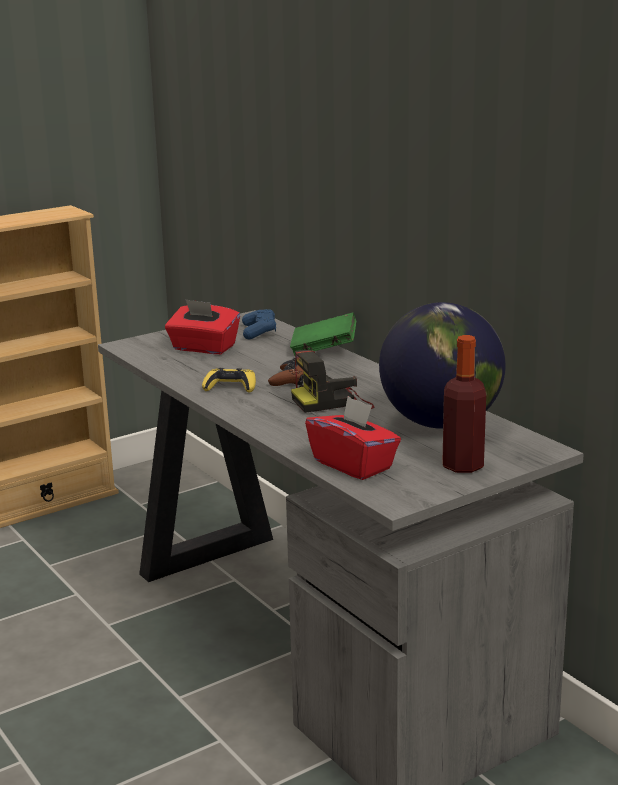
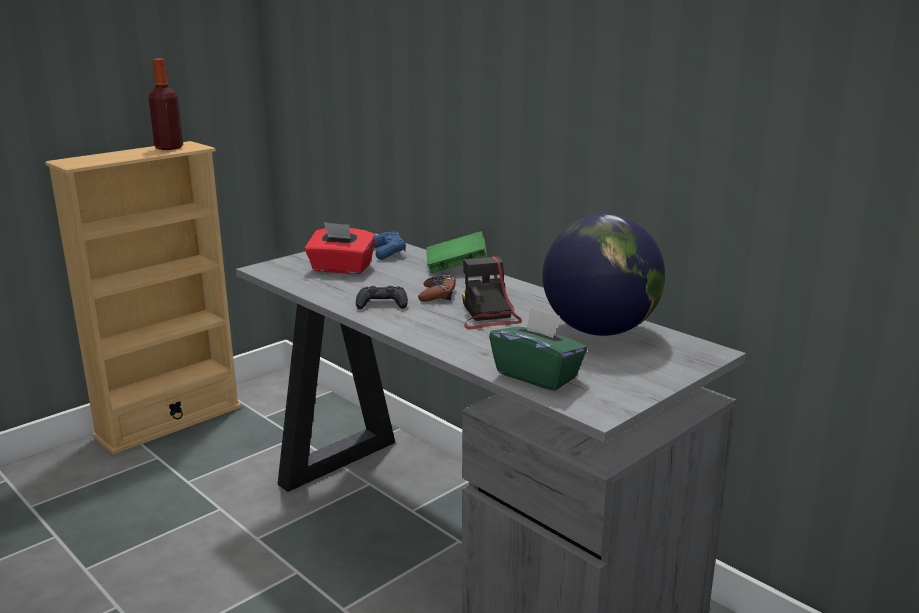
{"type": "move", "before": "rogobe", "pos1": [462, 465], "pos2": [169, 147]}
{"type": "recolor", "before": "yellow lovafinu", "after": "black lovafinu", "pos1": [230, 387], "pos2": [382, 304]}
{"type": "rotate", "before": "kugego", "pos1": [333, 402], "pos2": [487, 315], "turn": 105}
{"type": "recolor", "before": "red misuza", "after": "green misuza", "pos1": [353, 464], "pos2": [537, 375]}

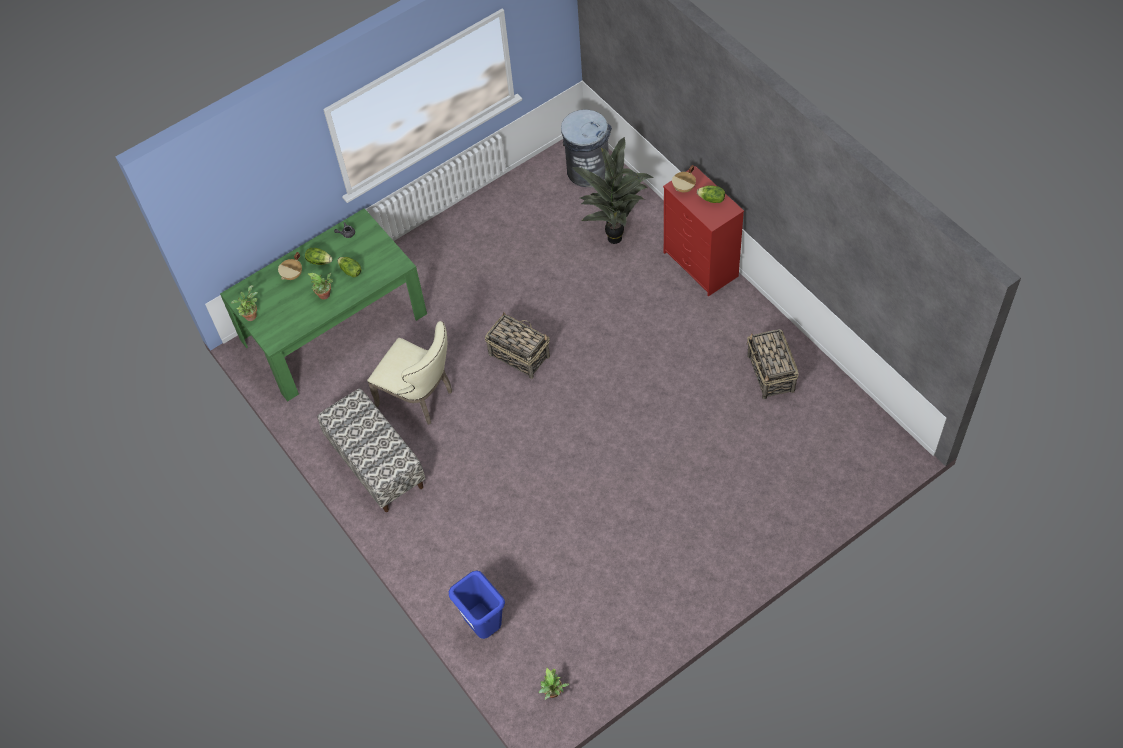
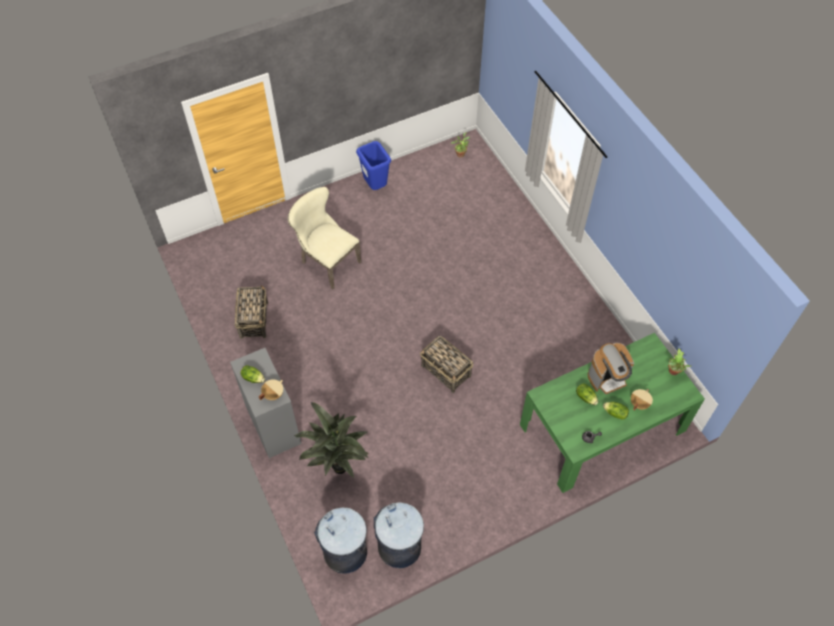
{"type": "recolor", "before": "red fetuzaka", "after": "grey fetuzaka", "pos1": [701, 265], "pos2": [273, 424]}
{"type": "move", "before": "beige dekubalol", "pos1": [420, 398], "pos2": [327, 262]}
{"type": "move", "before": "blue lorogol", "pos1": [483, 625], "pos2": [375, 186]}
{"type": "insert", "after": "grey lorogol", "pos2": [399, 547]}
{"type": "replace", "before": "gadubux", "after": "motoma", "pos1": [325, 295], "pos2": [608, 378]}
{"type": "delete", "before": "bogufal", "pos1": [376, 464]}

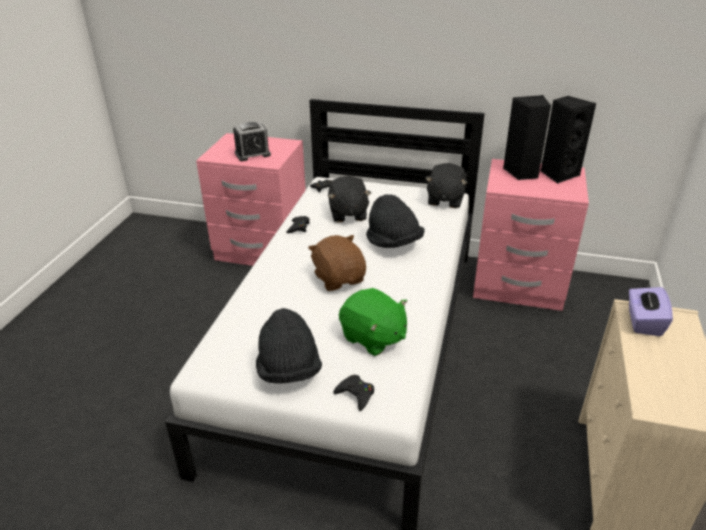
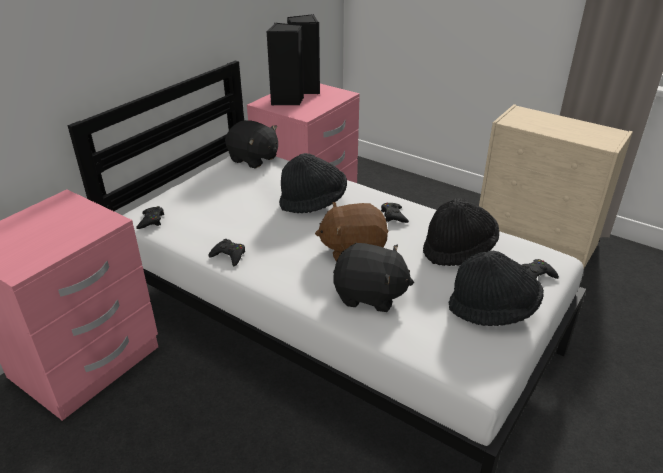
{"type": "move", "before": "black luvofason", "pos1": [348, 214], "pos2": [369, 295]}
{"type": "insert", "after": "black lovafinu", "pos2": [393, 216]}
{"type": "replace", "before": "green luvofason", "after": "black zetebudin", "pos1": [373, 338], "pos2": [458, 250]}
{"type": "delete", "before": "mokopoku", "pos1": [252, 154]}
{"type": "delete", "before": "purple misuza", "pos1": [643, 322]}

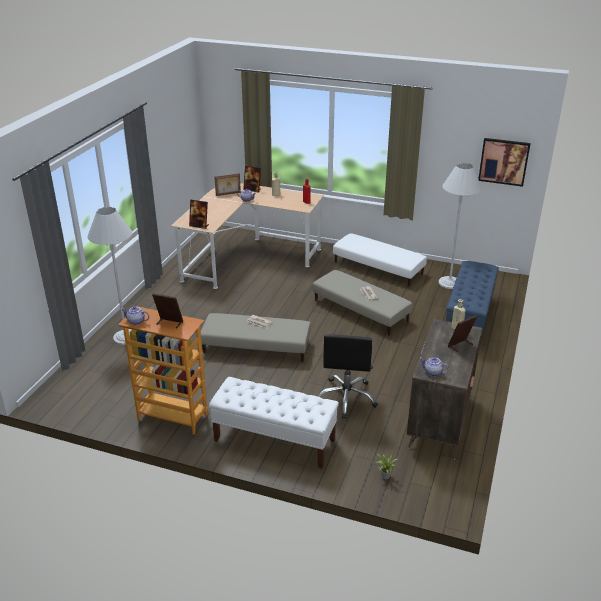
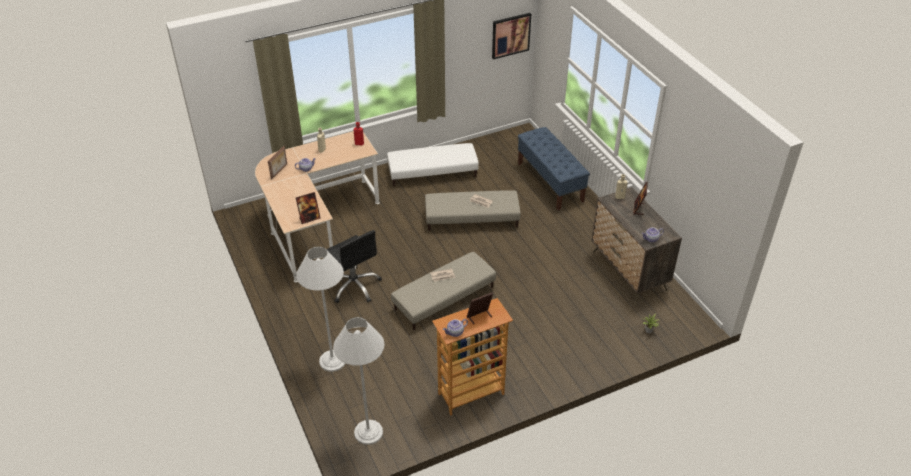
{"type": "move", "before": "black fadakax", "pos1": [346, 398], "pos2": [354, 286]}
{"type": "move", "before": "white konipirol", "pos1": [449, 283], "pos2": [368, 432]}
{"type": "delete", "before": "white bogufal", "pos1": [274, 440]}
{"type": "delete", "before": "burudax", "pos1": [252, 190]}

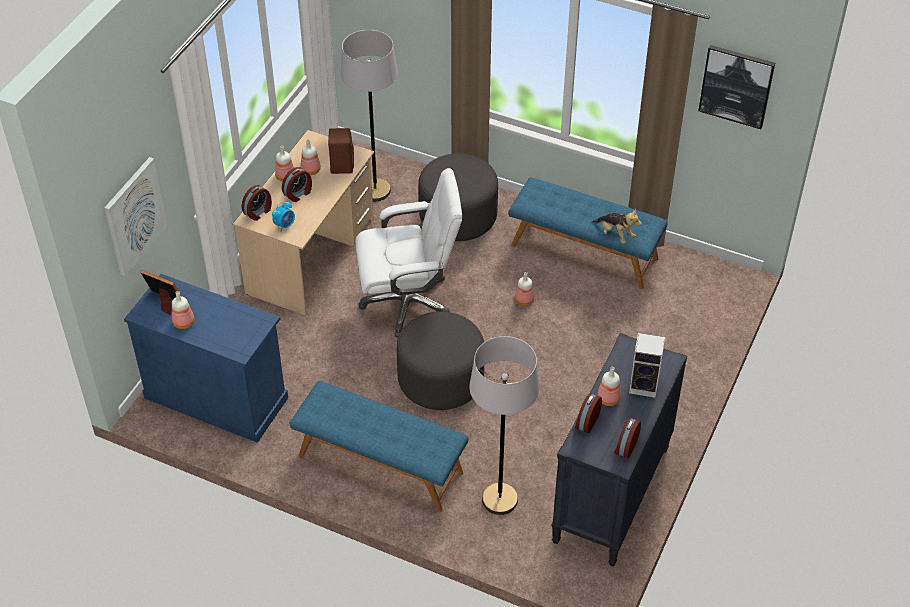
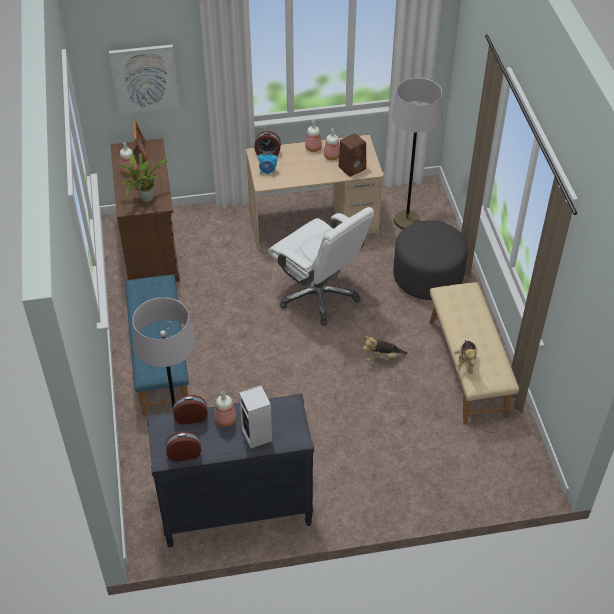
{"type": "recolor", "before": "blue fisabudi", "after": "brown fisabudi", "pos1": [216, 397], "pos2": [151, 247]}
{"type": "insert", "after": "gadubux", "pos2": [145, 199]}
{"type": "replace", "before": "rogobe", "after": "luvofason", "pos1": [524, 300], "pos2": [382, 357]}
{"type": "recolor", "before": "blue bogufal", "after": "beige bogufal", "pos1": [585, 251], "pos2": [468, 367]}
{"type": "delete", "before": "mokopoku", "pos1": [298, 194]}
{"type": "delete", "before": "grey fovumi", "pos1": [441, 379]}
{"type": "delete", "before": "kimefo", "pos1": [736, 86]}

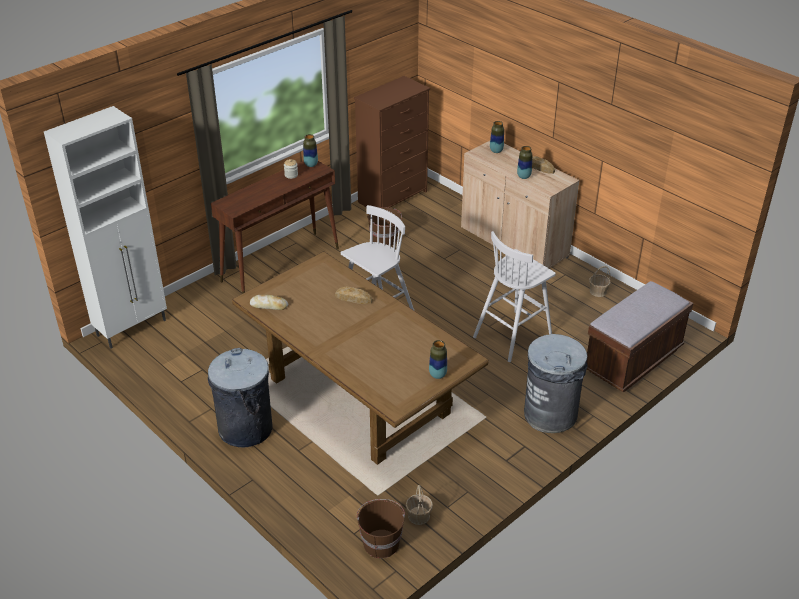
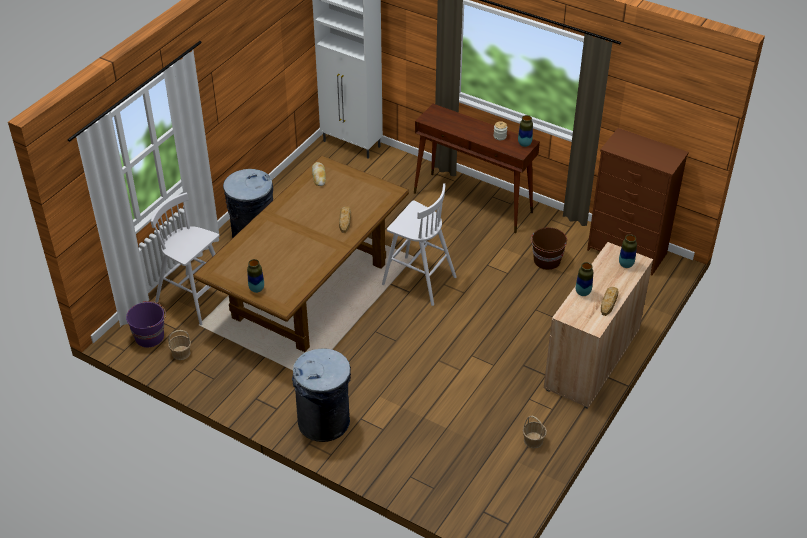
{"type": "recolor", "before": "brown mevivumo", "after": "purple mevivumo", "pos1": [381, 542], "pos2": [150, 336]}
{"type": "move", "before": "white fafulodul", "pos1": [513, 335], "pos2": [195, 299]}
{"type": "delete", "before": "brown bogufal", "pos1": [633, 360]}

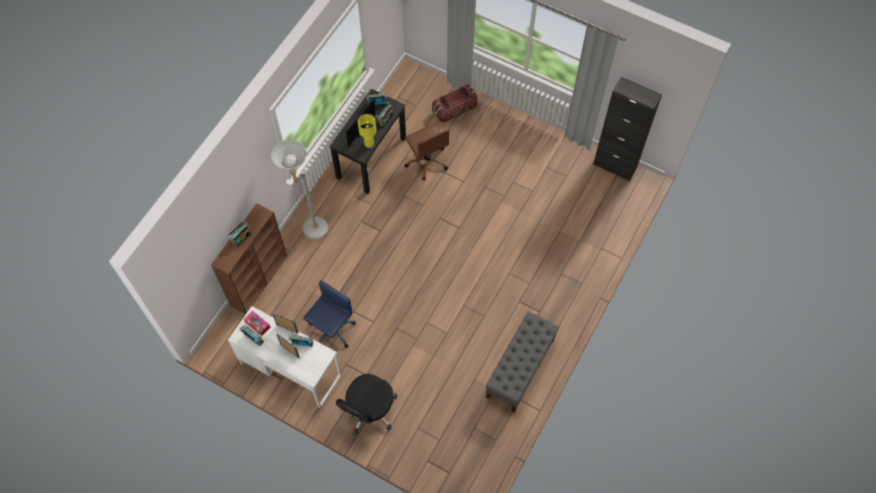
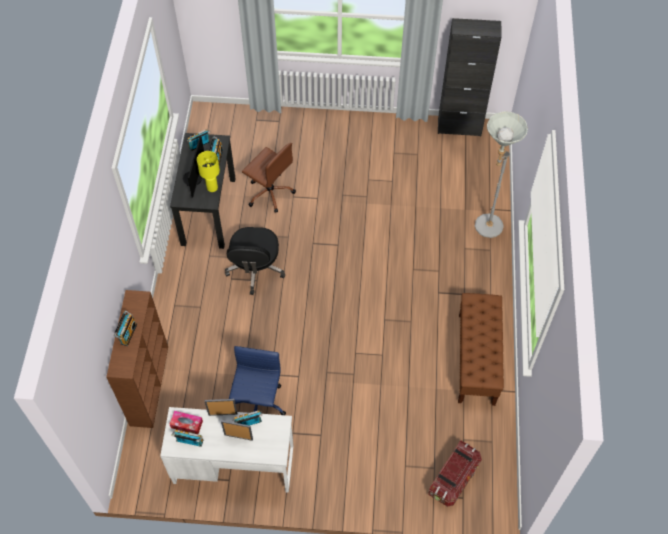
{"type": "move", "before": "black fadakax", "pos1": [369, 410], "pos2": [255, 269]}
{"type": "move", "before": "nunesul", "pos1": [455, 109], "pos2": [454, 478]}
{"type": "recolor", "before": "grey bogufal", "after": "brown bogufal", "pos1": [520, 369], "pos2": [476, 359]}
{"type": "move", "before": "grey konipirol", "pos1": [310, 229], "pos2": [484, 229]}

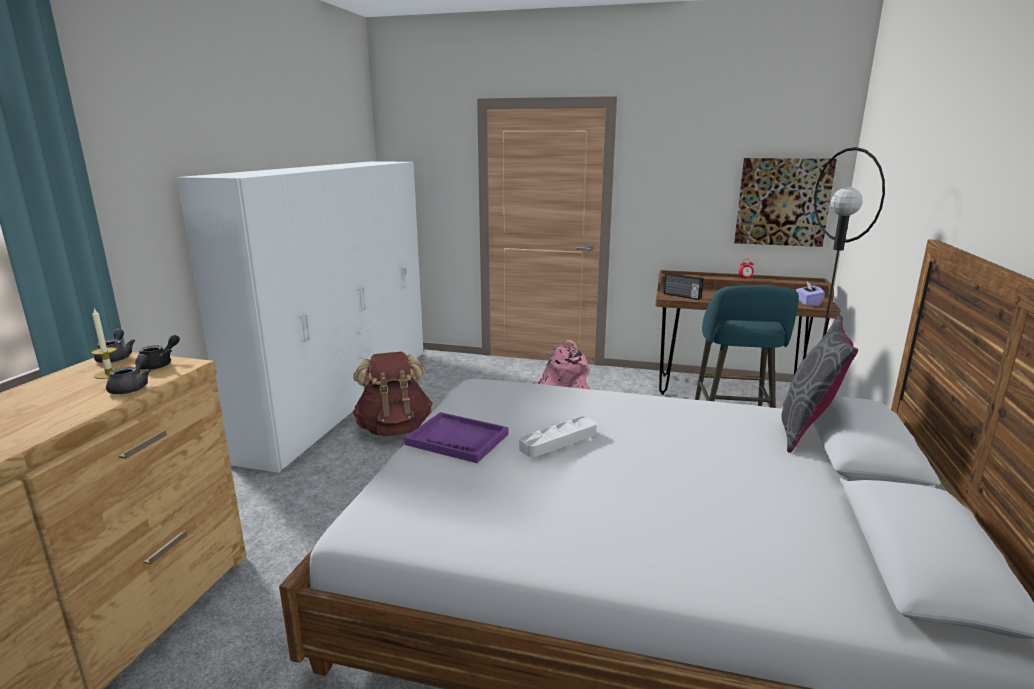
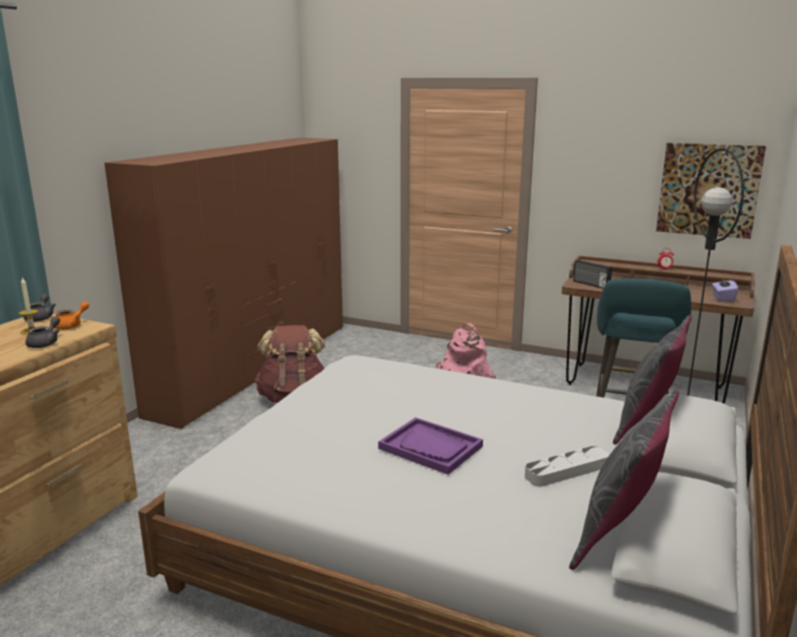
{"type": "recolor", "before": "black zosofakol", "after": "orange zosofakol", "pos1": [160, 364], "pos2": [72, 325]}
{"type": "recolor", "before": "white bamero", "after": "brown bamero", "pos1": [345, 398], "pos2": [256, 366]}
{"type": "move", "before": "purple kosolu", "pos1": [457, 439], "pos2": [431, 447]}
{"type": "move", "before": "grey kosolu", "pos1": [558, 441], "pos2": [567, 470]}
{"type": "insert", "after": "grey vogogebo", "pos2": [618, 537]}

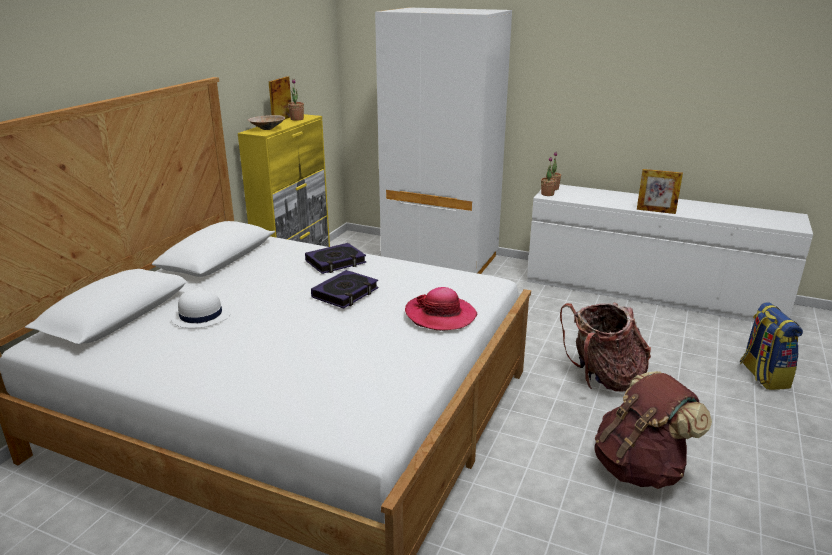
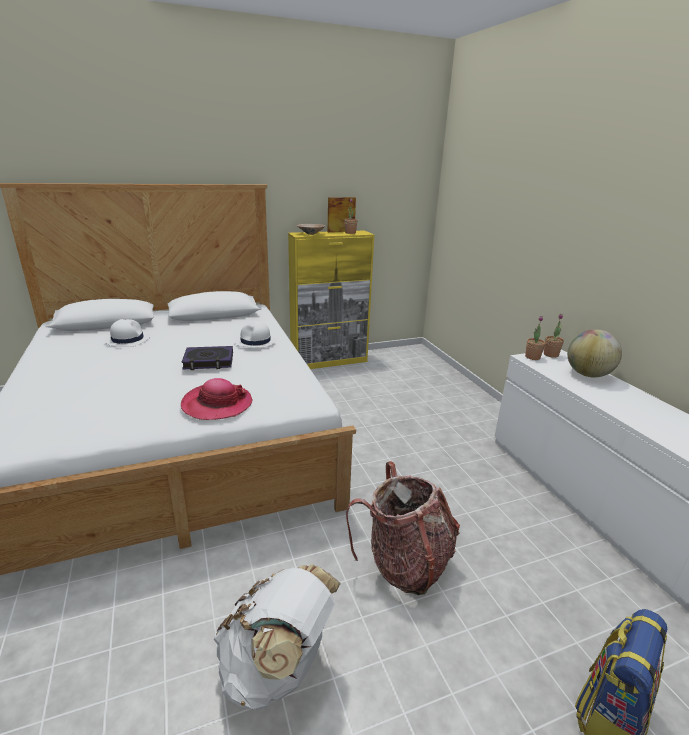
{"type": "recolor", "before": "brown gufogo", "after": "white gufogo", "pos1": [640, 468], "pos2": [277, 667]}
{"type": "replace", "before": "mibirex", "after": "white zetebudin", "pos1": [336, 262], "pos2": [255, 341]}
{"type": "insert", "after": "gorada", "pos2": [587, 374]}
{"type": "delete", "before": "white bamero", "pos1": [440, 261]}
{"type": "delete", "before": "burudax", "pos1": [656, 211]}

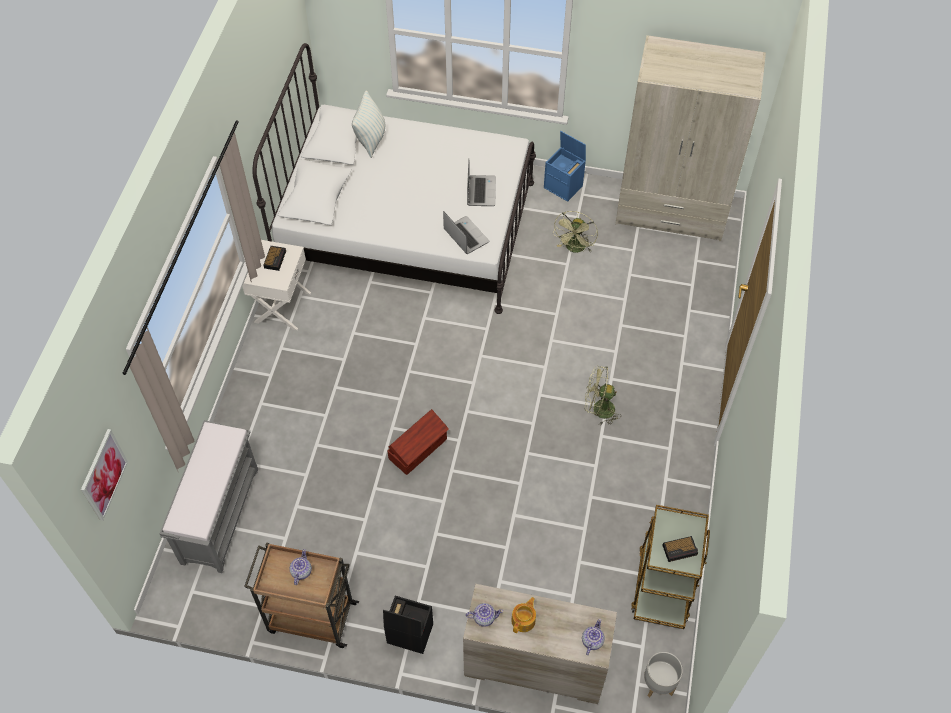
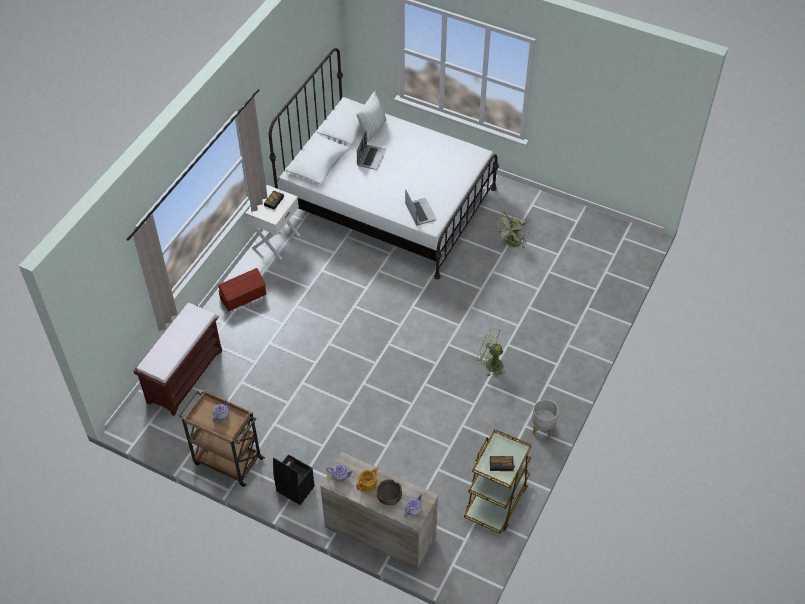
{"type": "recolor", "before": "grey bogufal", "after": "brown bogufal", "pos1": [220, 514], "pos2": [185, 375]}
{"type": "move", "before": "brown nunesul", "pos1": [419, 449], "pos2": [244, 297]}
{"type": "move", "before": "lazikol", "pos1": [480, 191], "pos2": [371, 157]}
{"type": "insert", "after": "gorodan", "pos2": [389, 498]}
{"type": "move", "before": "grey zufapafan", "pos1": [658, 684], "pos2": [542, 428]}
{"type": "delete", "before": "kimefo", "pos1": [103, 474]}
{"type": "delete", "before": "blue nunesul", "pos1": [564, 187]}
{"type": "delete", "before": "beige bamero", "pos1": [671, 212]}

